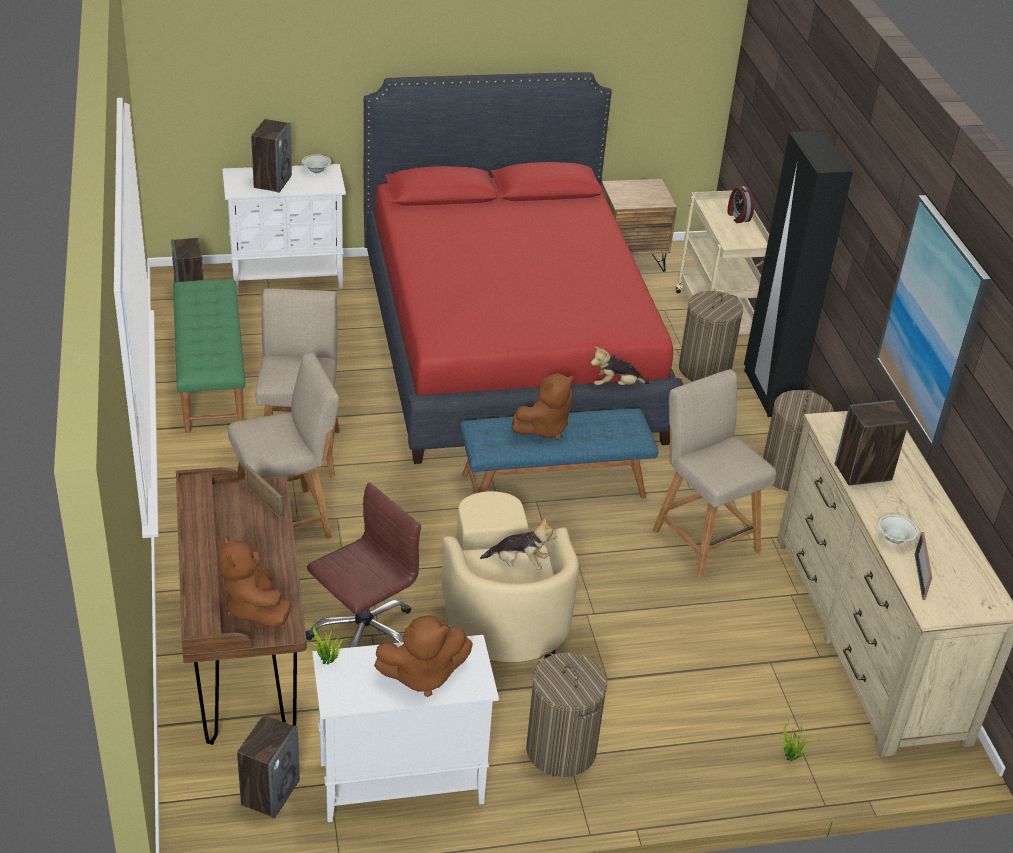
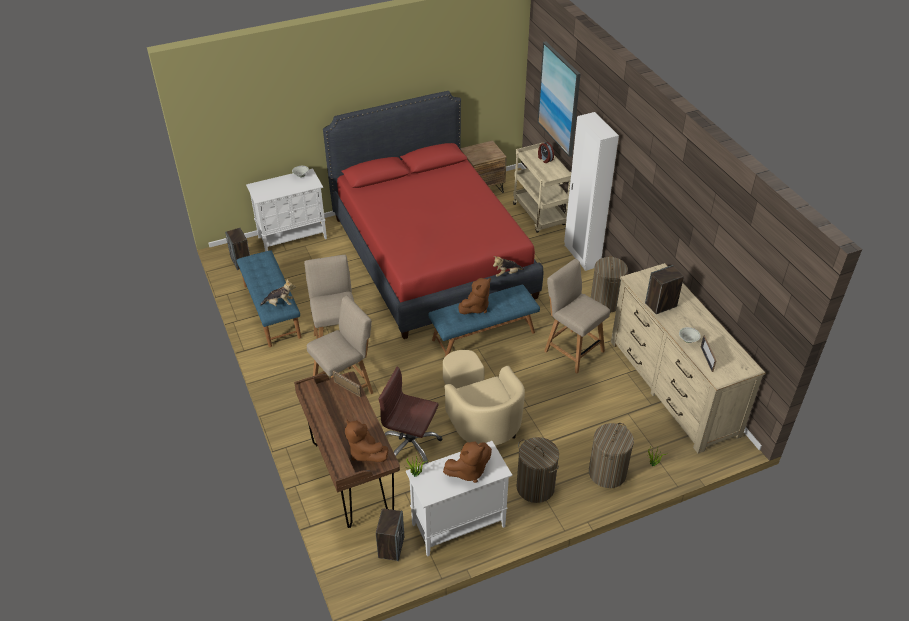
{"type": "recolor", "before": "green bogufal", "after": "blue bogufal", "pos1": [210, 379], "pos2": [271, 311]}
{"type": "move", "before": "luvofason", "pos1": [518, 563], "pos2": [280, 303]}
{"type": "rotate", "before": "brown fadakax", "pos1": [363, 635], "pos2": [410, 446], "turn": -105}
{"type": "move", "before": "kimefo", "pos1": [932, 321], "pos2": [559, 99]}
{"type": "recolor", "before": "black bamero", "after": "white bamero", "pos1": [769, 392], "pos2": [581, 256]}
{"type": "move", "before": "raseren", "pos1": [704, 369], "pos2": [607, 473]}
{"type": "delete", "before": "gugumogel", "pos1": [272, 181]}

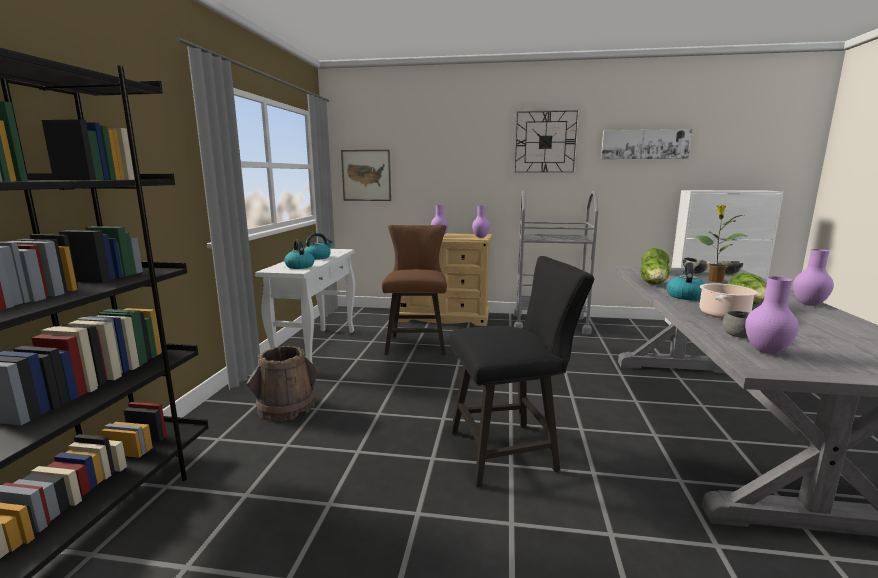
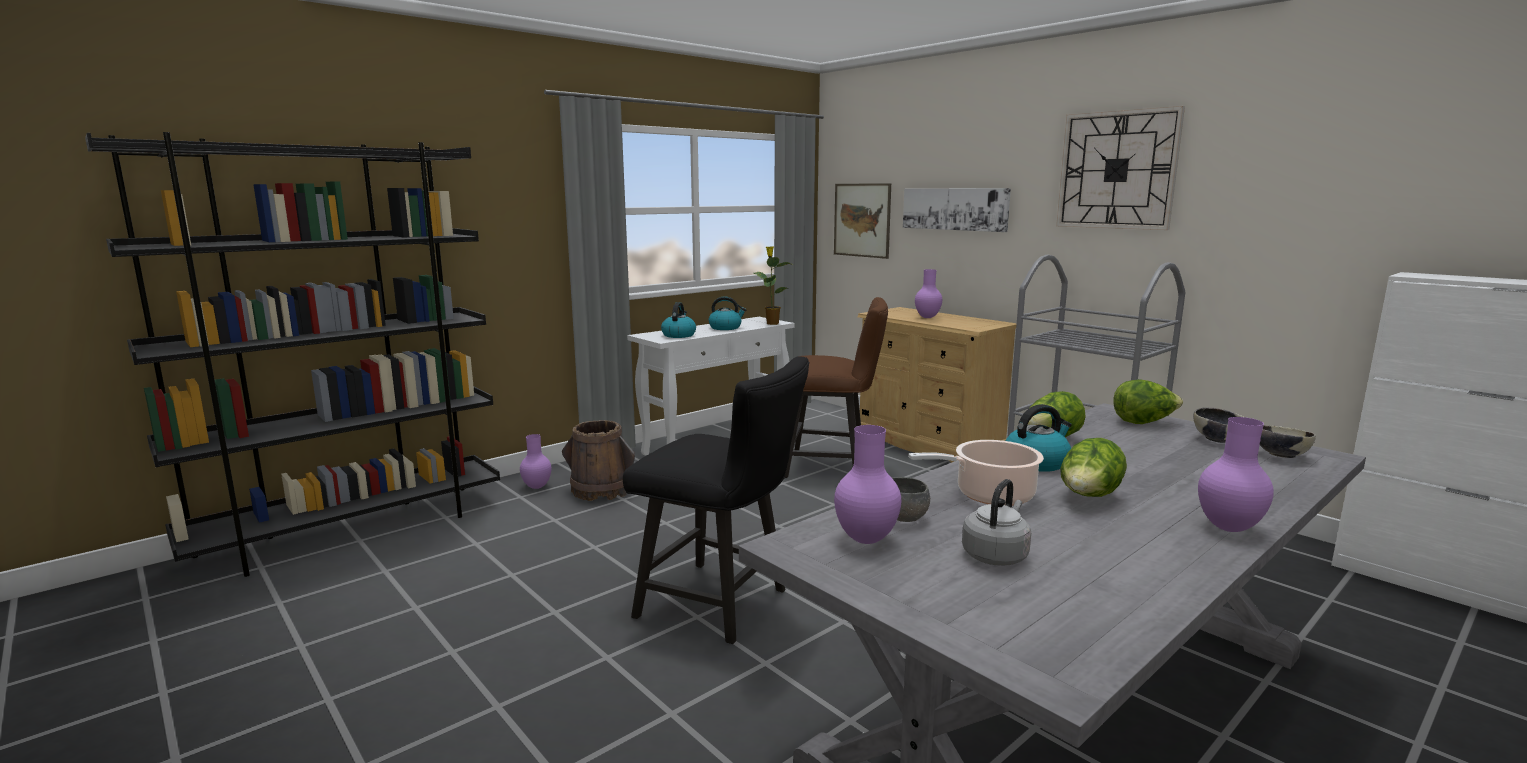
{"type": "move", "before": "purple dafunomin", "pos1": [481, 237], "pos2": [537, 487]}
{"type": "move", "before": "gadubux", "pos1": [714, 281], "pos2": [772, 323]}
{"type": "rotate", "before": "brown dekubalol", "pos1": [416, 343], "pos2": [833, 466], "turn": 60}
{"type": "move", "before": "kimefo", "pos1": [644, 144], "pos2": [955, 209]}
{"type": "insert", "after": "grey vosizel", "pos2": [996, 555]}

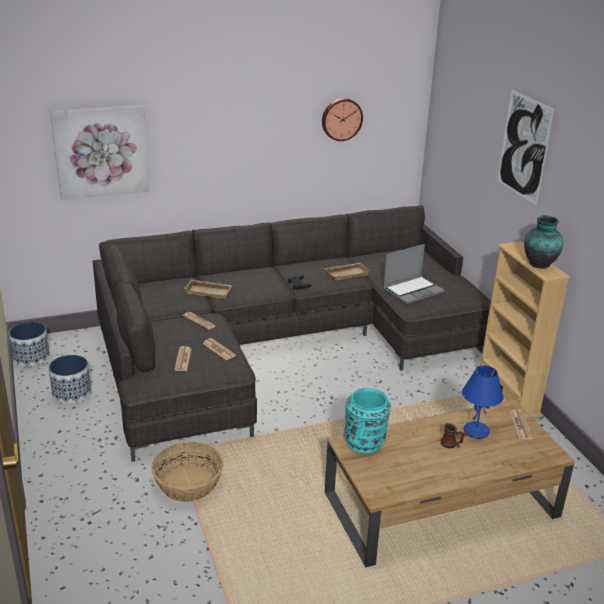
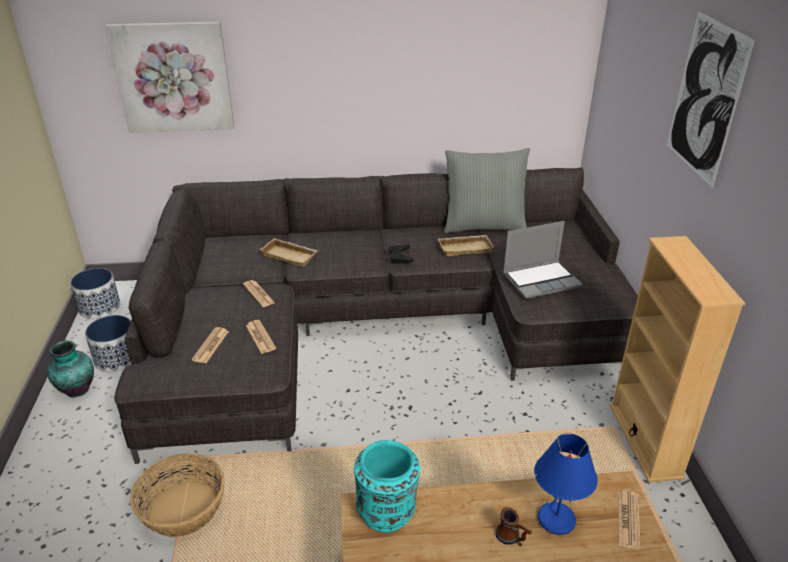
{"type": "move", "before": "dafunomin", "pos1": [539, 264], "pos2": [76, 390]}
{"type": "insert", "after": "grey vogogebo", "pos2": [483, 225]}
{"type": "delete", "before": "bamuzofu", "pos1": [341, 119]}

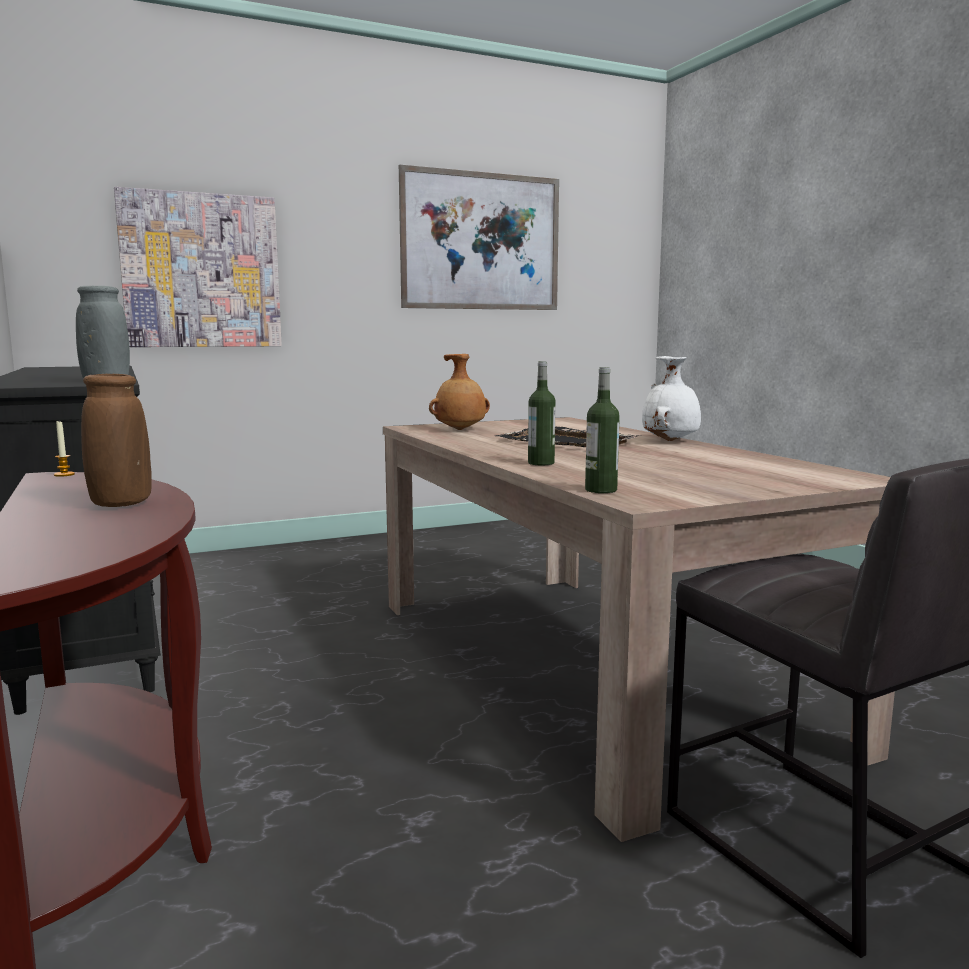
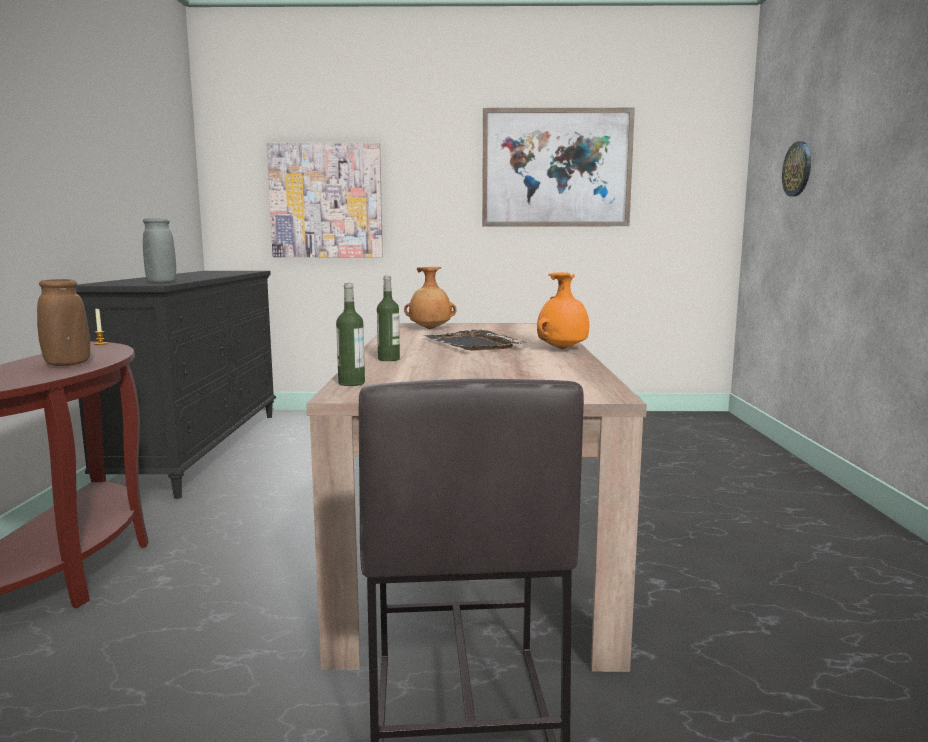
{"type": "recolor", "before": "white dafunomin", "after": "orange dafunomin", "pos1": [671, 441], "pos2": [563, 349]}
{"type": "insert", "after": "bamuzofu", "pos2": [797, 169]}

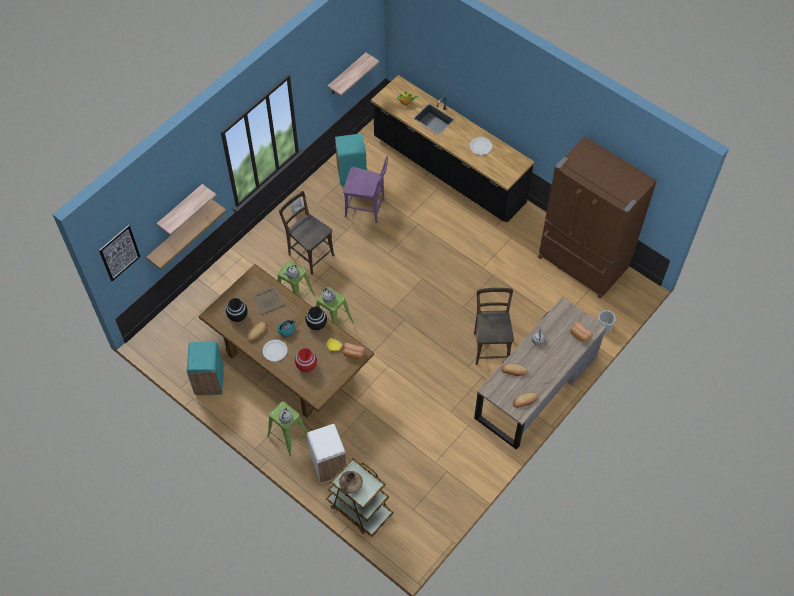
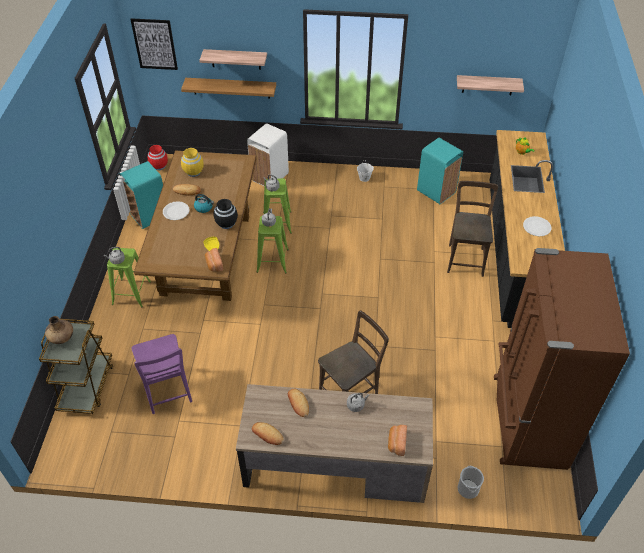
{"type": "move", "before": "purple dekubalol", "pos1": [367, 209], "pos2": [168, 393]}
{"type": "move", "before": "red dafunomin", "pos1": [306, 365], "pos2": [159, 166]}
{"type": "recolor", "before": "black dafunomin", "after": "yellow dafunomin", "pos1": [238, 316], "pos2": [193, 172]}
{"type": "move", "before": "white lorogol", "pos1": [329, 465], "pos2": [270, 177]}
{"type": "move", "before": "brown dekubalol", "pos1": [309, 253], "pos2": [465, 258]}
{"type": "delete", "before": "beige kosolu", "pos1": [268, 300]}

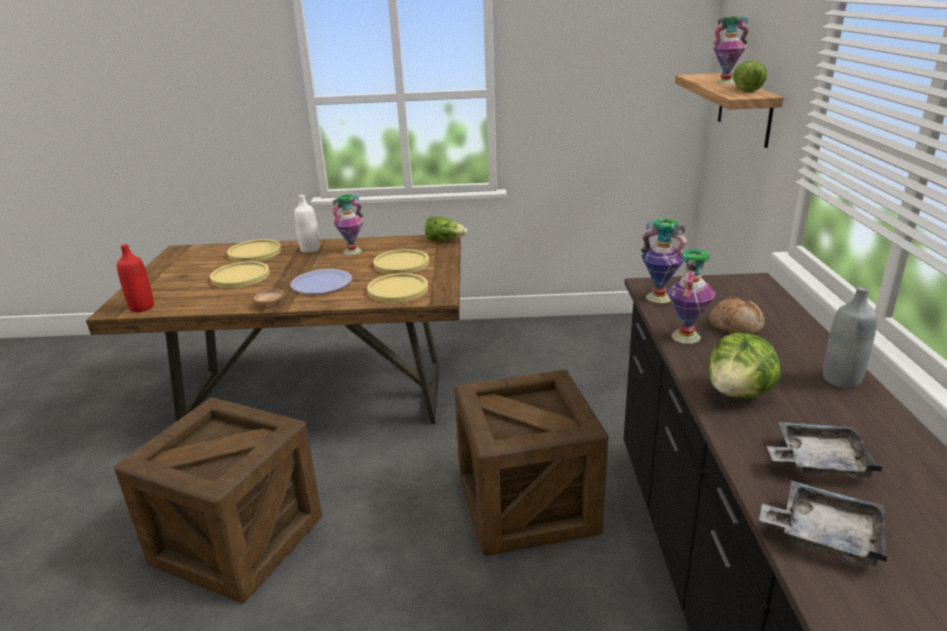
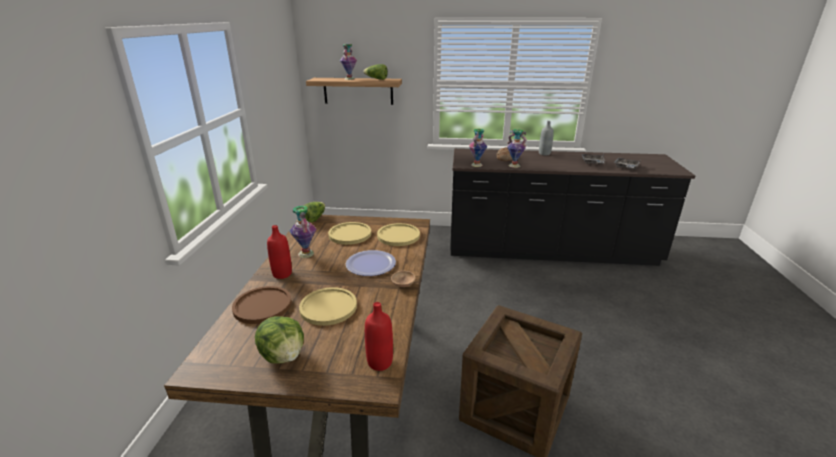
{"type": "recolor", "before": "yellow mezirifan", "after": "brown mezirifan", "pos1": [255, 252], "pos2": [262, 306]}
{"type": "move", "before": "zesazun", "pos1": [739, 393], "pos2": [283, 355]}
{"type": "recolor", "before": "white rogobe", "after": "red rogobe", "pos1": [310, 249], "pos2": [282, 274]}
{"type": "delete", "before": "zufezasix", "pos1": [527, 504]}

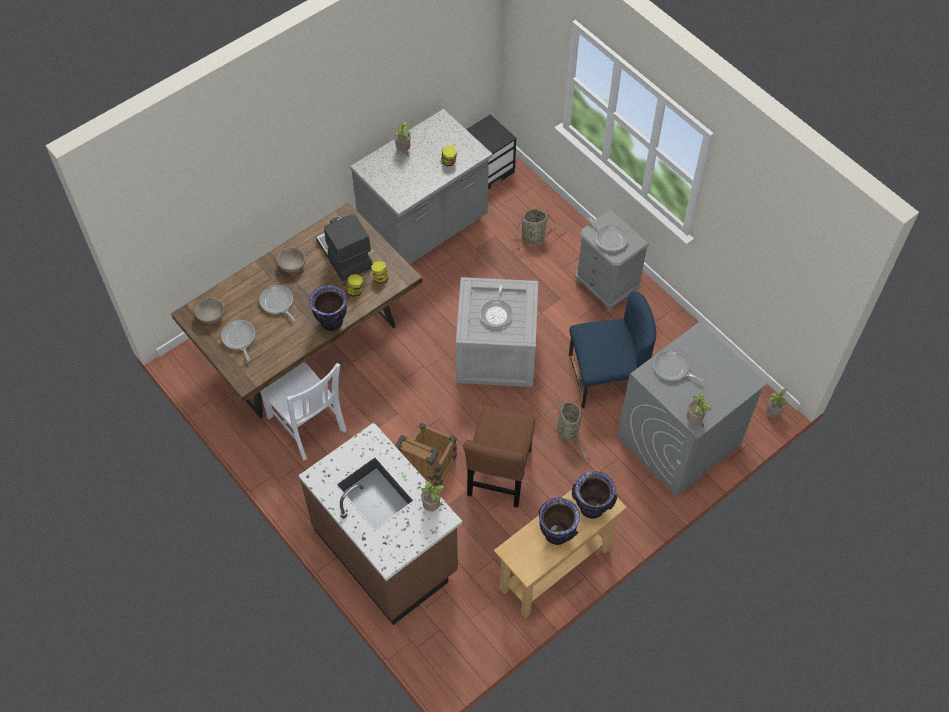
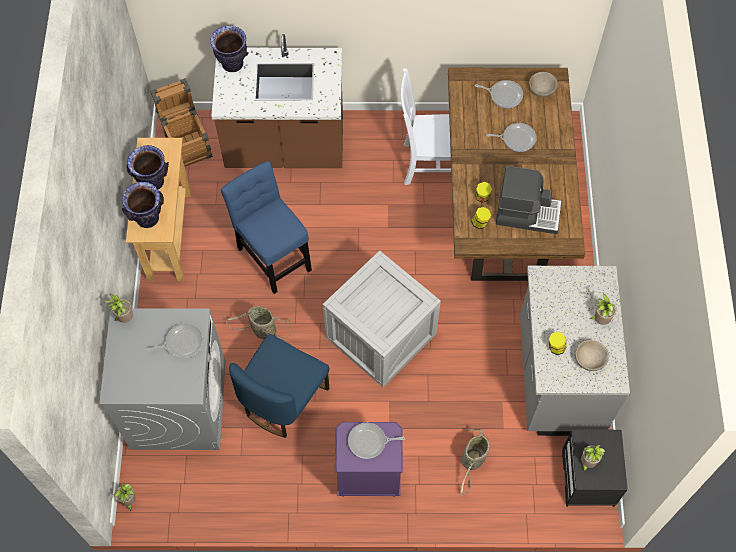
{"type": "move", "before": "zufezasix", "pos1": [427, 469], "pos2": [187, 144]}
{"type": "move", "before": "dafunomin", "pos1": [331, 322], "pos2": [233, 64]}
{"type": "recolor", "before": "brown dekubalol", "after": "blue dekubalol", "pos1": [499, 476], "pos2": [272, 255]}
{"type": "recolor", "before": "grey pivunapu", "after": "purple pivunapu", "pos1": [606, 287], "pos2": [368, 476]}
{"type": "move", "before": "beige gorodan", "pos1": [292, 266], "pos2": [589, 360]}
{"type": "move", "before": "gadubux", "pos1": [432, 506], "pos2": [587, 463]}
{"type": "delete", "before": "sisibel", "pos1": [496, 313]}

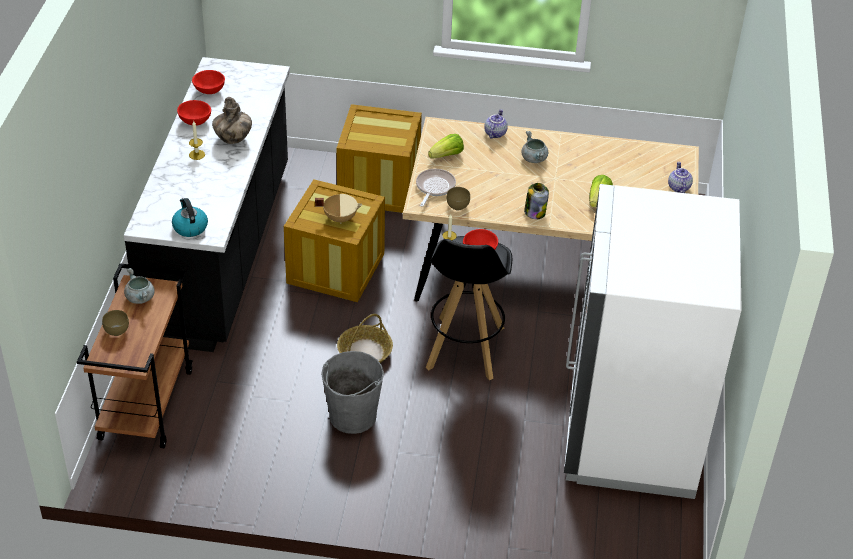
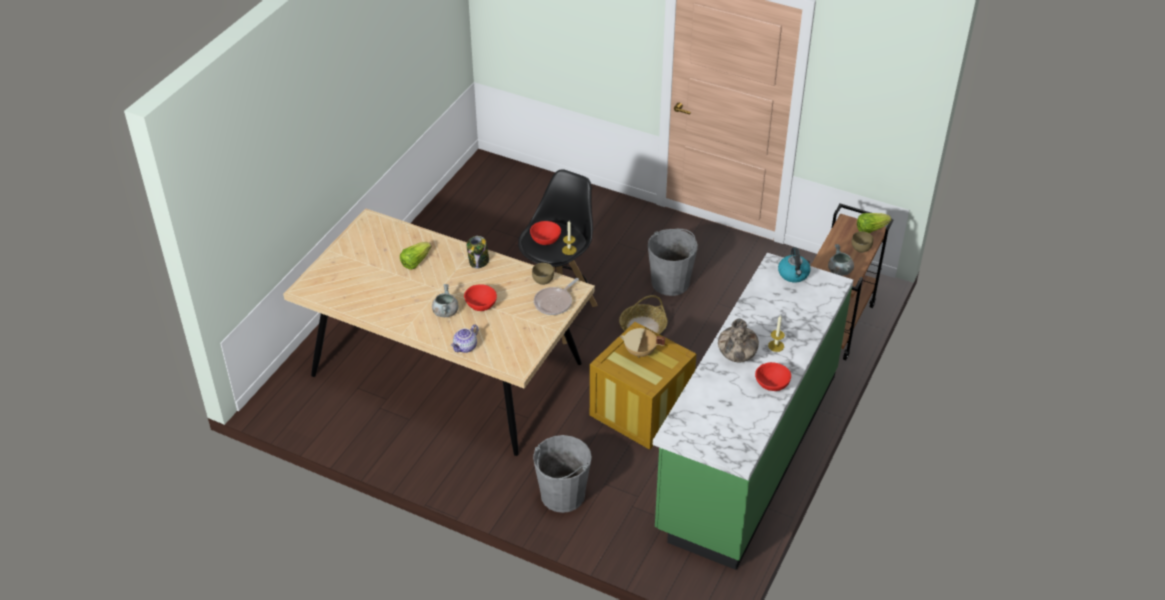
{"type": "move", "before": "red gorodan", "pos1": [209, 91], "pos2": [481, 305]}
{"type": "replace", "before": "zufezasix", "after": "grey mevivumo", "pos1": [379, 186], "pos2": [562, 495]}
{"type": "recolor", "before": "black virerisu", "after": "green virerisu", "pos1": [221, 252], "pos2": [747, 451]}
{"type": "move", "before": "zesazun", "pos1": [447, 155], "pos2": [870, 229]}
{"type": "delete", "before": "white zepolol", "pos1": [631, 434]}
{"type": "delete", "before": "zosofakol", "pos1": [678, 187]}

